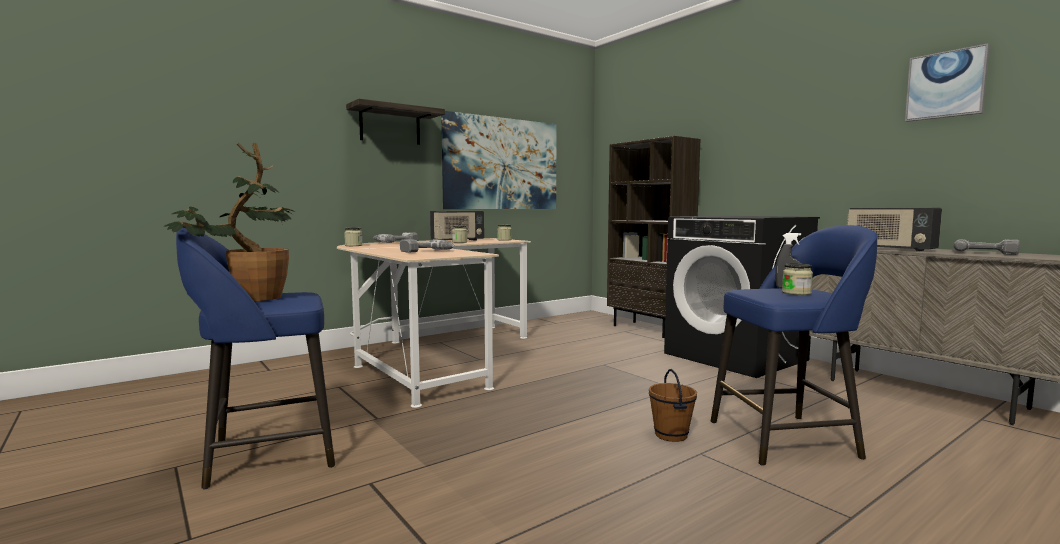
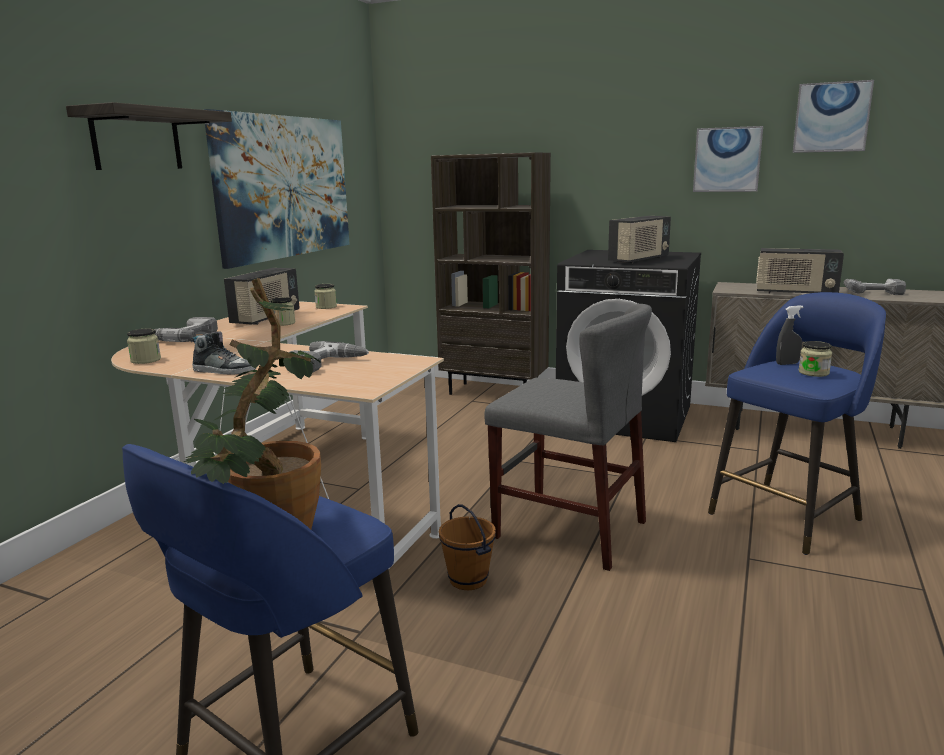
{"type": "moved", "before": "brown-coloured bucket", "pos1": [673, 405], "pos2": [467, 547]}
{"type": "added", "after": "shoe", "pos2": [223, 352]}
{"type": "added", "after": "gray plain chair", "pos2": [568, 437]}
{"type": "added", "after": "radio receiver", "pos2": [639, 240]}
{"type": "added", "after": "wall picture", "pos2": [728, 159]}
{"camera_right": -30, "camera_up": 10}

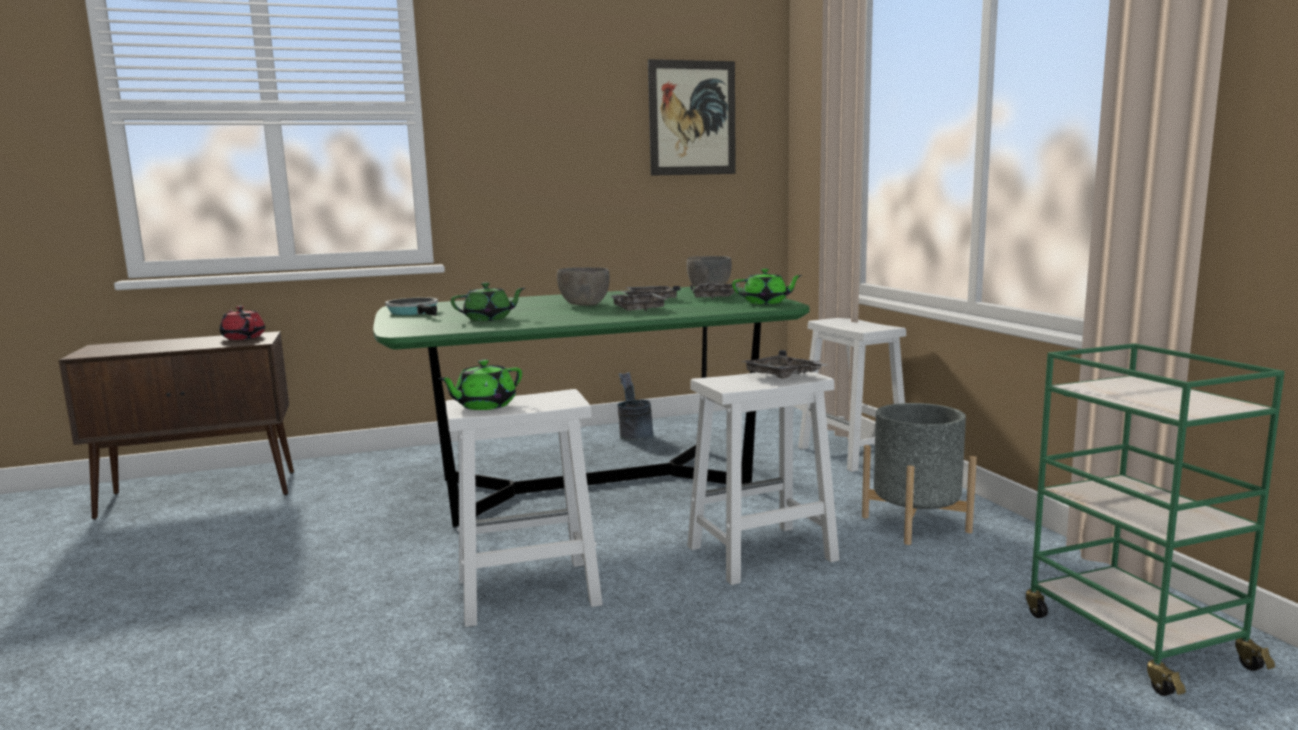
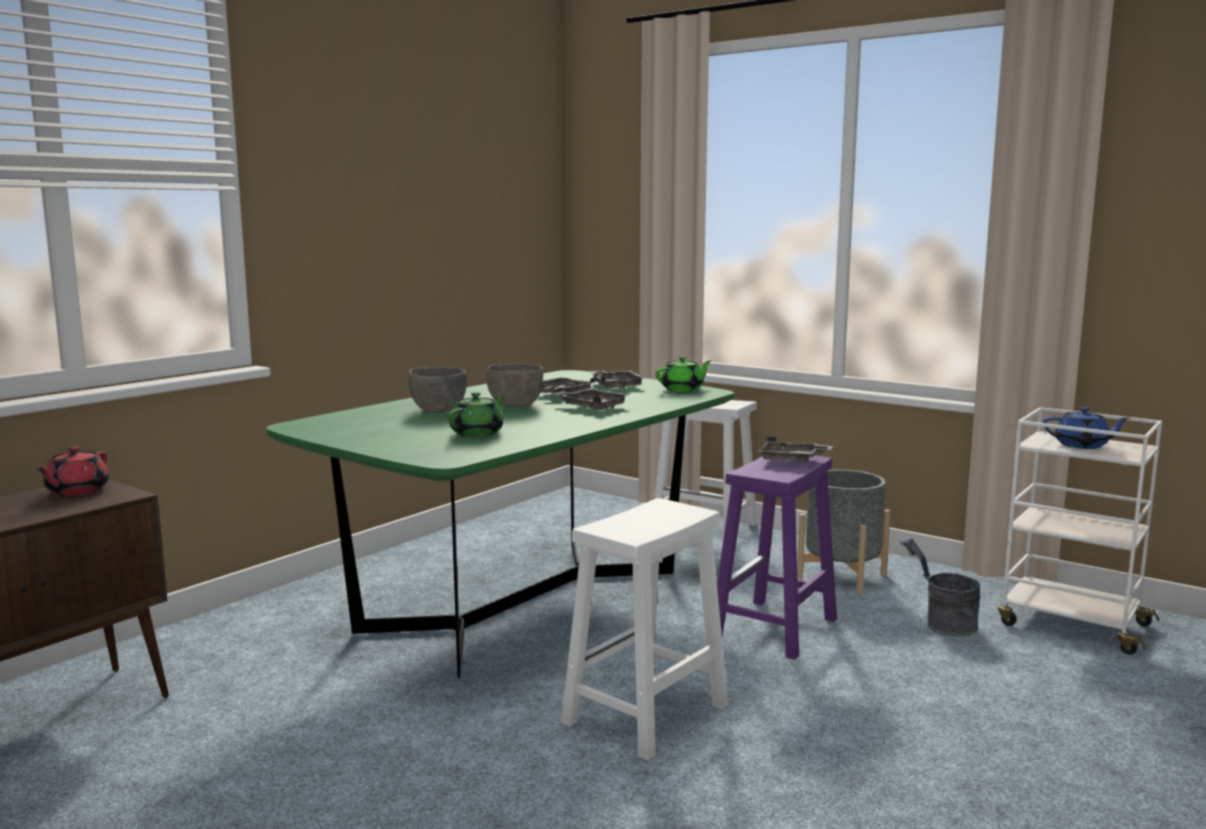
{"type": "turned", "before": "red tea pot", "pos1": [242, 323], "pos2": [73, 471], "turn": -90}
{"type": "removed", "before": "frying pan", "pos1": [411, 306]}
{"type": "removed", "before": "green tea pot", "pos1": [480, 384]}
{"type": "moved", "before": "gray bucket", "pos1": [635, 406], "pos2": [940, 586]}
{"type": "removed", "before": "wall picture", "pos1": [692, 117]}
{"type": "moved", "before": "gray deep dish", "pos1": [709, 271], "pos2": [437, 389]}
{"type": "recoloured", "before": "white sitting stool", "after": "purple-coloured sitting stool", "pos1": [763, 478], "pos2": [777, 557]}
{"type": "recoloured", "before": "green cart", "after": "white cart", "pos1": [1155, 519], "pos2": [1080, 530]}
{"type": "added", "after": "blue-coloured tea pot", "pos2": [1086, 428]}
{"camera_right": -35, "camera_up": 0}

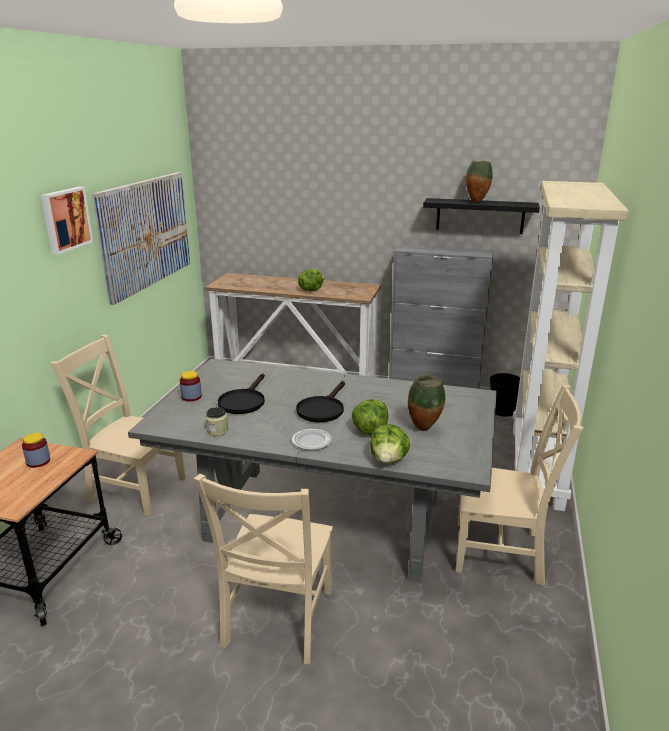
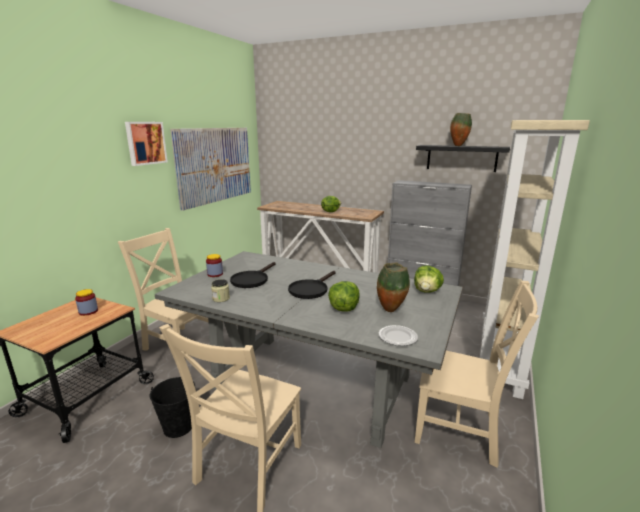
{"type": "moved", "before": "dinner plate", "pos1": [312, 439], "pos2": [398, 335]}
{"type": "moved", "before": "head of lettuce", "pos1": [390, 444], "pos2": [429, 279]}
{"type": "moved", "before": "blackish bucket", "pos1": [505, 395], "pos2": [172, 407]}
{"camera_right": 10, "camera_up": -5}

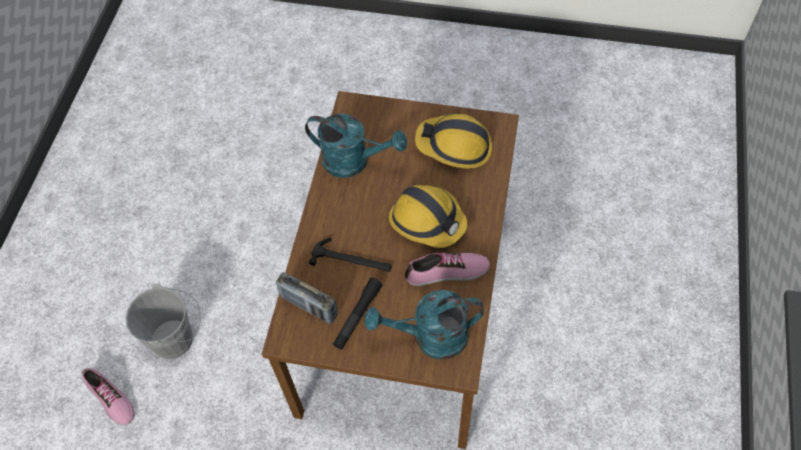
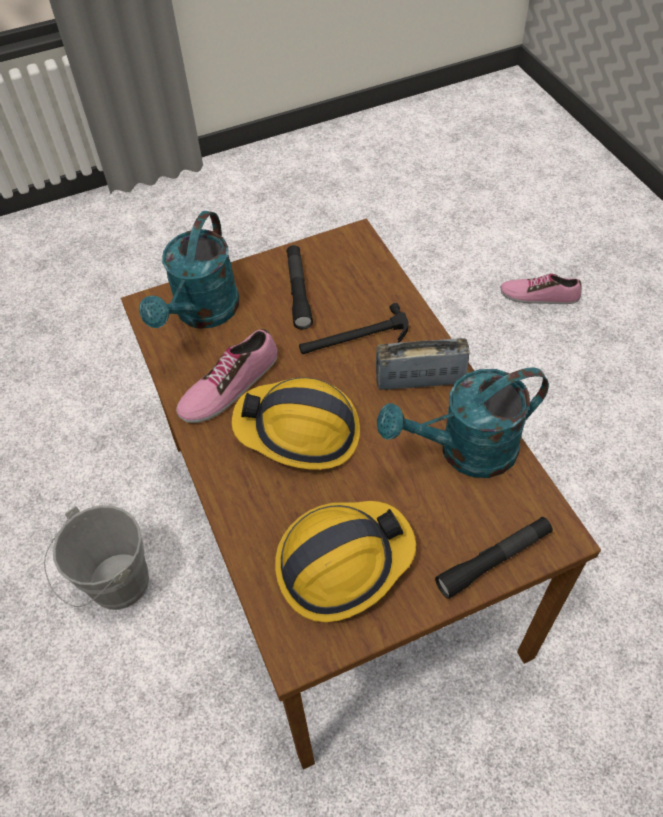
{"type": "moved", "before": "gray bucket", "pos1": [163, 321], "pos2": [96, 557]}
{"type": "moved", "before": "radio receiver", "pos1": [307, 298], "pos2": [422, 364]}
{"type": "turned", "before": "turquoise watering pot", "pos1": [424, 325], "pos2": [189, 270], "turn": 150}
{"type": "added", "after": "blackish hand torch", "pos2": [494, 558]}
{"camera_right": 145, "camera_up": -5}

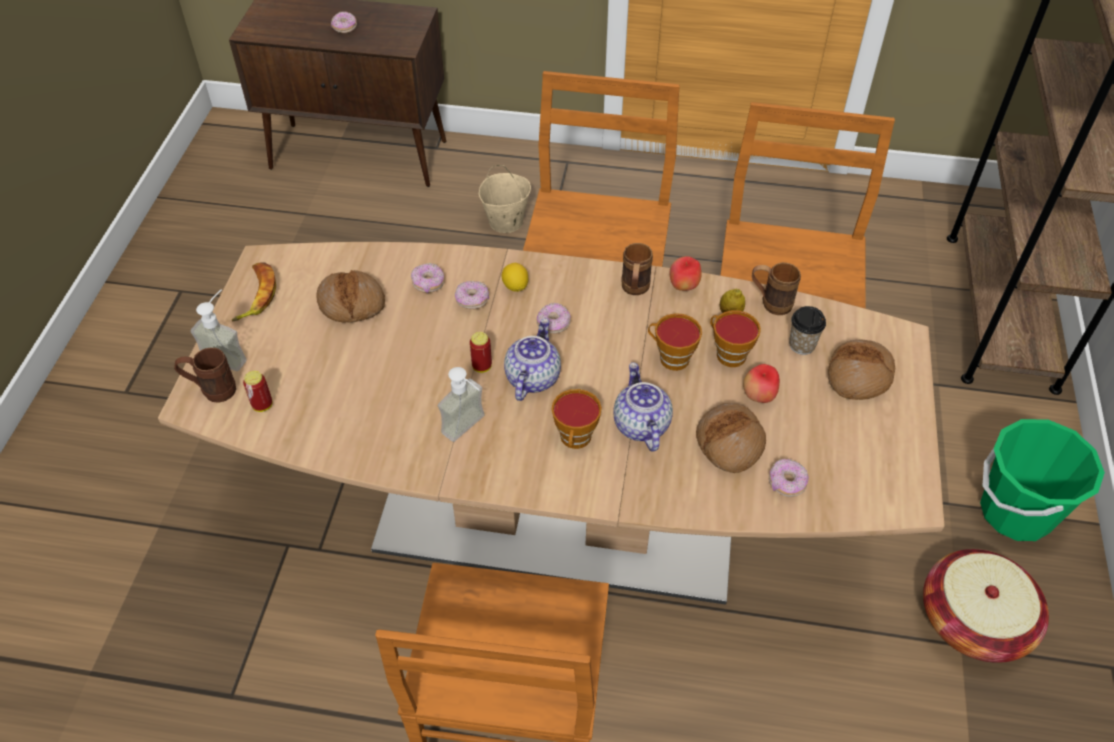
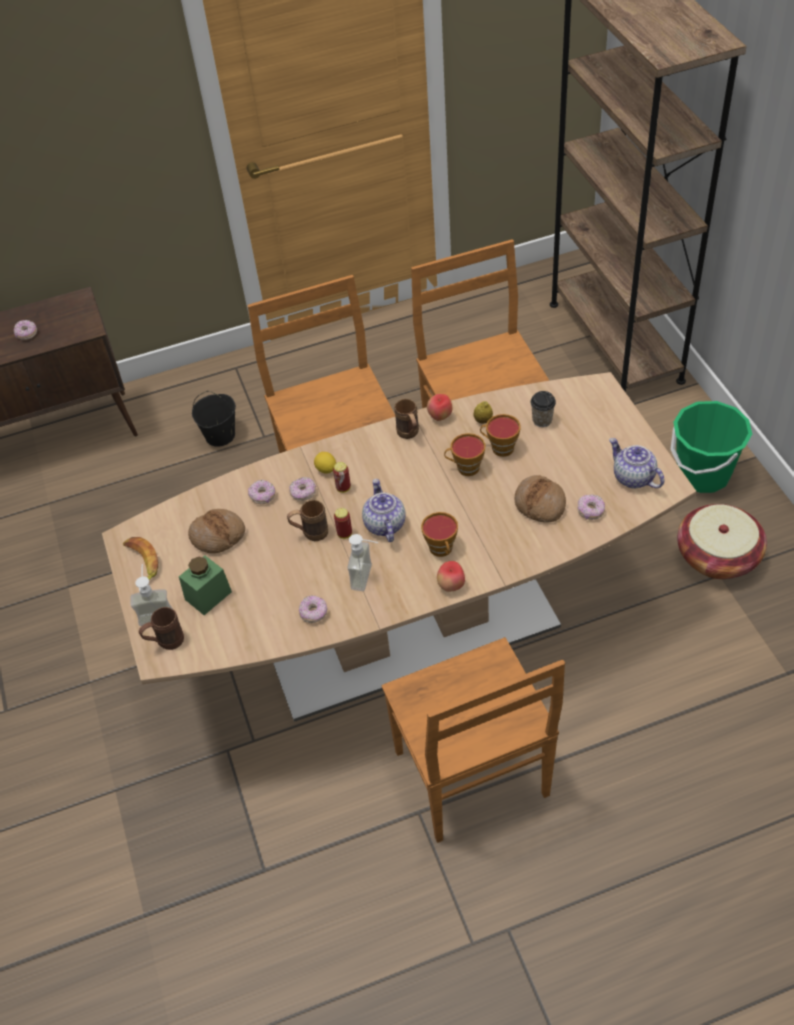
{"type": "moved", "before": "metal can", "pos1": [258, 391], "pos2": [342, 477]}
{"type": "recoloured", "before": "beige-coloured bucket", "after": "blackish bucket", "pos1": [505, 199], "pos2": [214, 419]}
{"type": "moved", "before": "doughnut", "pos1": [554, 318], "pos2": [313, 609]}
{"type": "moved", "before": "tea pot", "pos1": [643, 407], "pos2": [637, 463]}
{"type": "moved", "before": "whole apple", "pos1": [761, 383], "pos2": [451, 576]}
{"type": "moved", "before": "brown-coloured coffee mug", "pos1": [776, 289], "pos2": [307, 520]}
{"type": "removed", "before": "bakery bread", "pos1": [861, 370]}
{"type": "added", "after": "green storage jar", "pos2": [205, 585]}
{"camera_right": -25, "camera_up": 0}

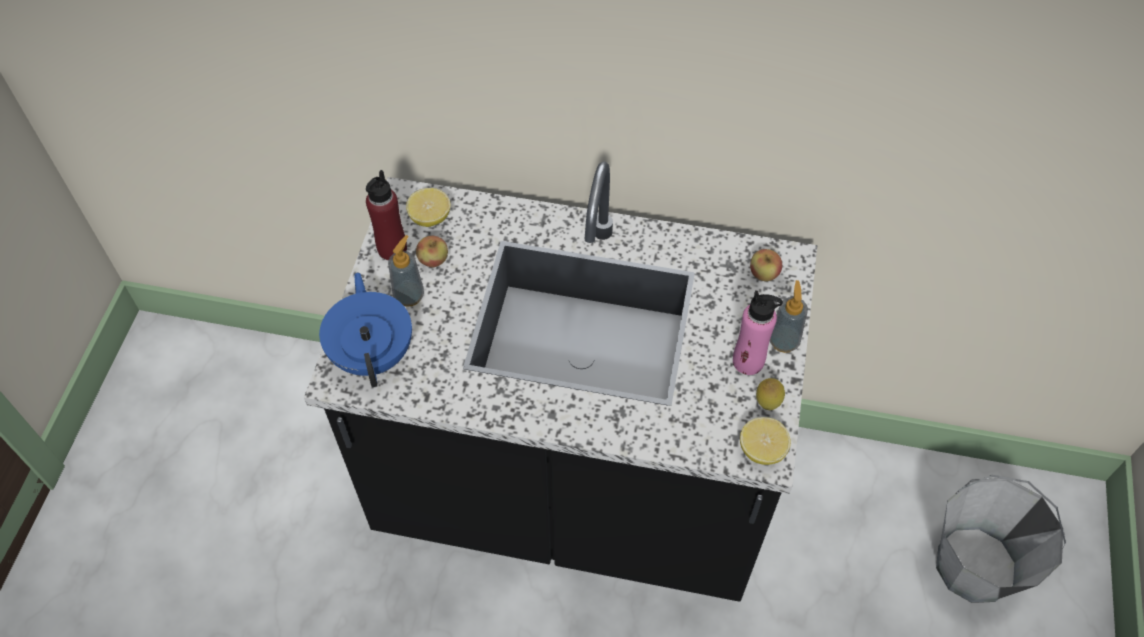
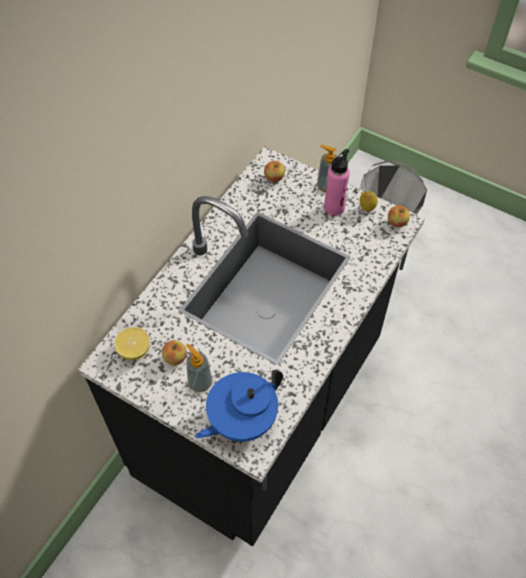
{"type": "turned", "before": "blue-coloured tea pot", "pos1": [365, 329], "pos2": [239, 406], "turn": -45}
{"type": "removed", "before": "red drink bottle", "pos1": [386, 215]}
{"type": "replaced", "before": "lemon", "after": "whole apple", "pos1": [765, 441], "pos2": [399, 216]}
{"camera_right": -70, "camera_up": 0}

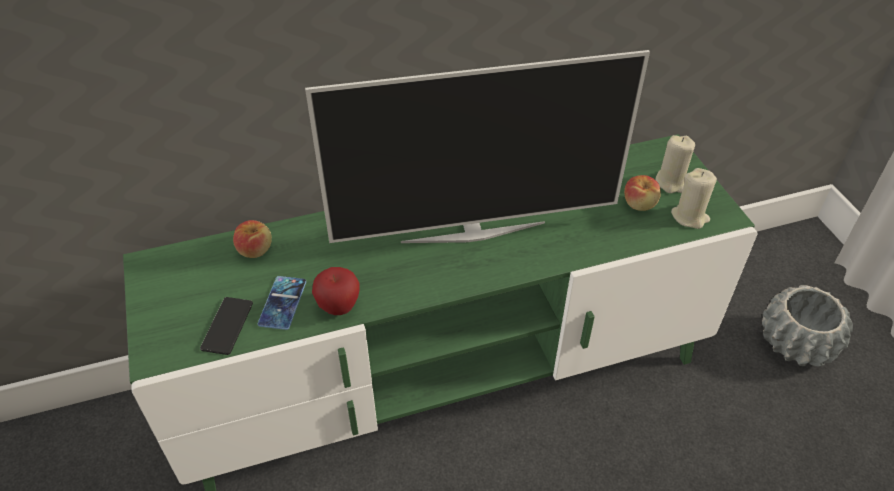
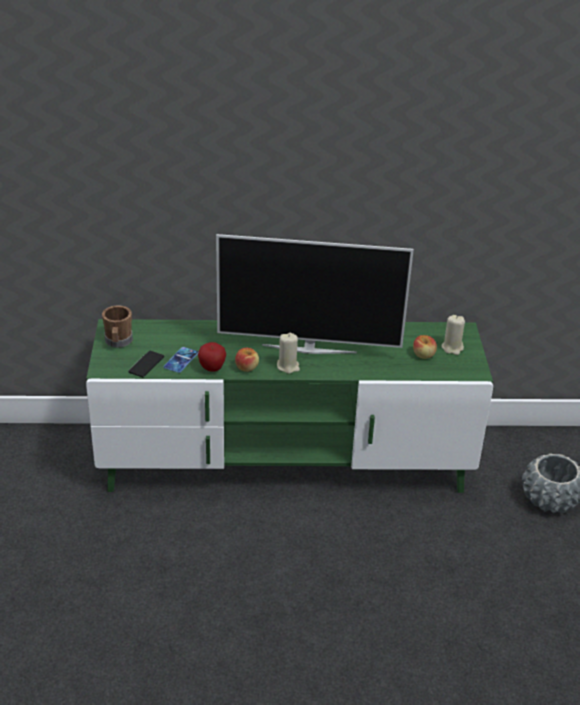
{"type": "moved", "before": "whole apple", "pos1": [252, 239], "pos2": [247, 360]}
{"type": "moved", "before": "beige-coloured wax light", "pos1": [694, 198], "pos2": [288, 353]}
{"type": "added", "after": "brown-coloured coffee mug", "pos2": [117, 326]}
{"camera_right": 15, "camera_up": -10}

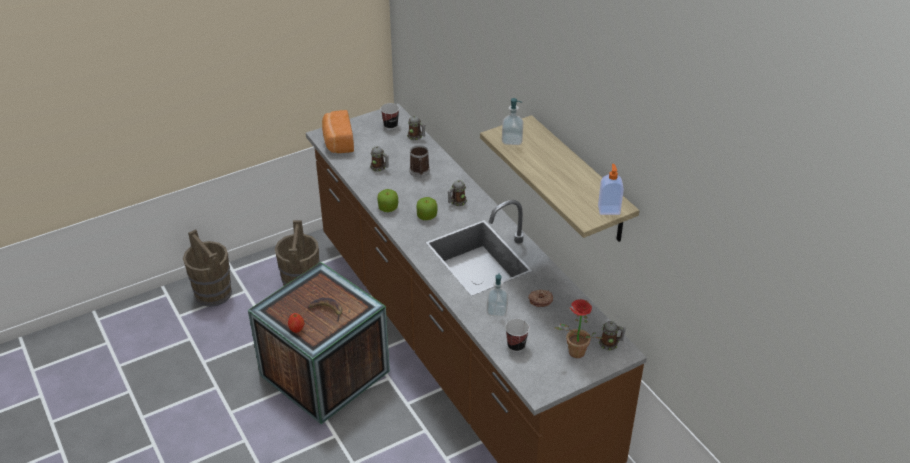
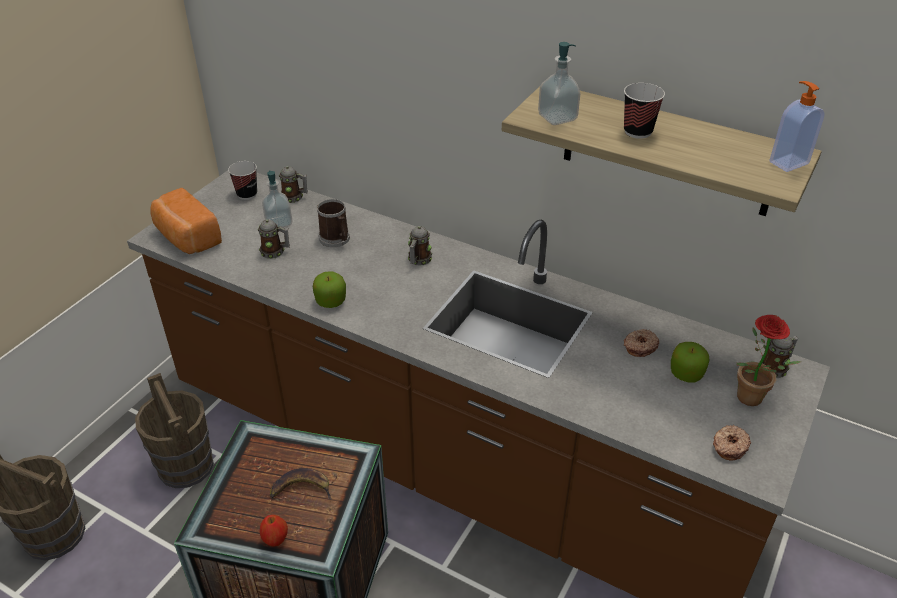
{"type": "moved", "before": "whole apple", "pos1": [427, 208], "pos2": [690, 362]}
{"type": "moved", "before": "soap dispenser", "pos1": [497, 295], "pos2": [277, 199]}
{"type": "moved", "before": "small cup", "pos1": [517, 335], "pos2": [644, 111]}
{"type": "added", "after": "doughnut", "pos2": [732, 442]}
{"camera_right": -30, "camera_up": 0}

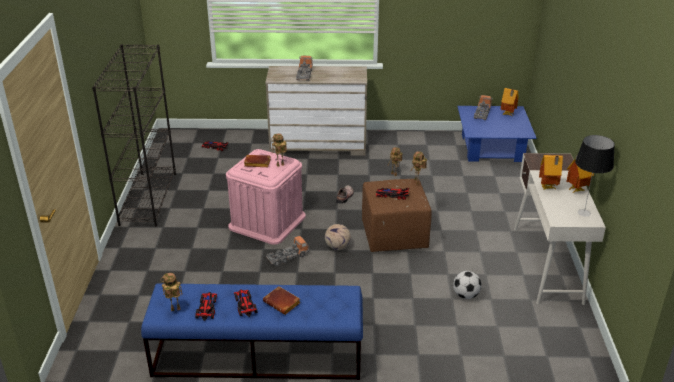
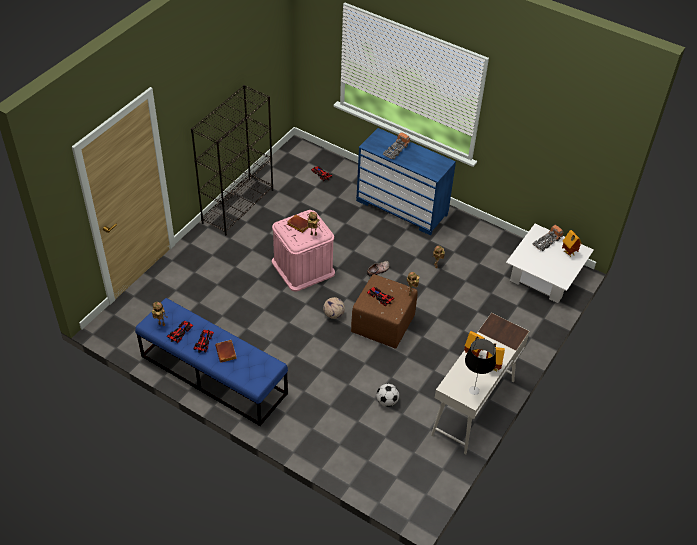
{"type": "recoloured", "before": "beige-coloured dresser", "after": "blue-coloured dresser", "pos1": [316, 111], "pos2": [406, 182]}
{"type": "removed", "before": "model truck", "pos1": [288, 251]}
{"type": "recoloured", "before": "blue-coloured coffee table", "after": "white coffee table", "pos1": [497, 134], "pos2": [550, 263]}
{"camera_right": 30, "camera_up": 15}

